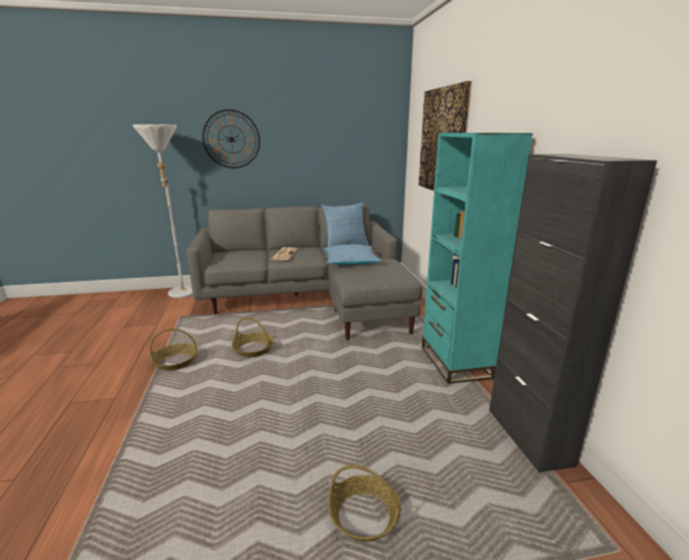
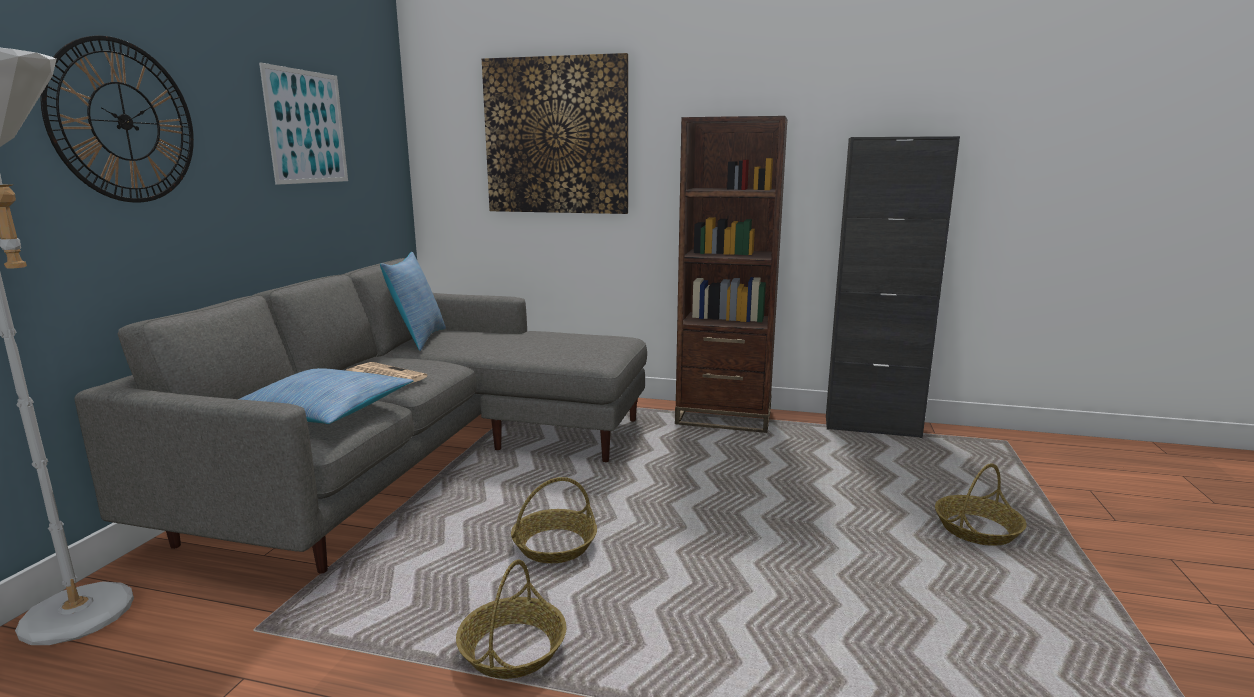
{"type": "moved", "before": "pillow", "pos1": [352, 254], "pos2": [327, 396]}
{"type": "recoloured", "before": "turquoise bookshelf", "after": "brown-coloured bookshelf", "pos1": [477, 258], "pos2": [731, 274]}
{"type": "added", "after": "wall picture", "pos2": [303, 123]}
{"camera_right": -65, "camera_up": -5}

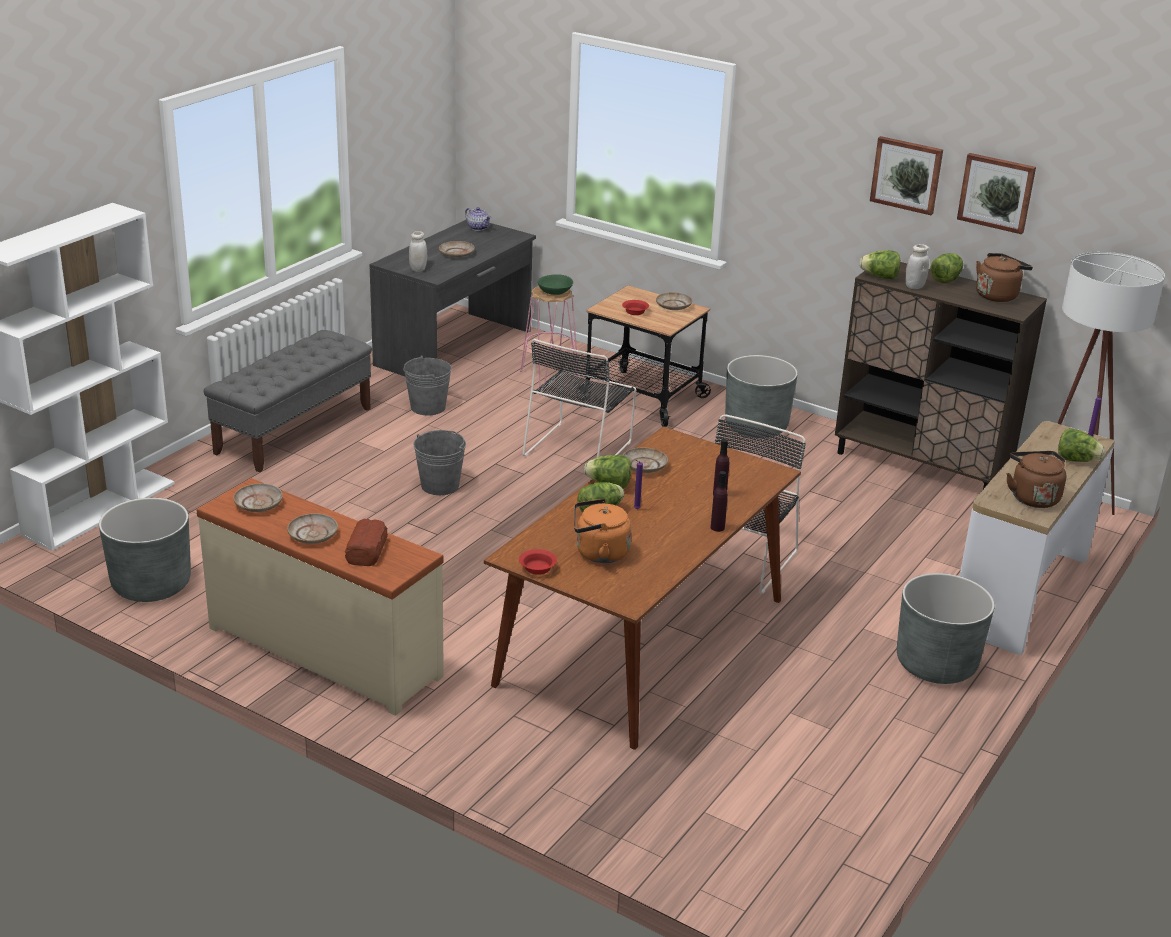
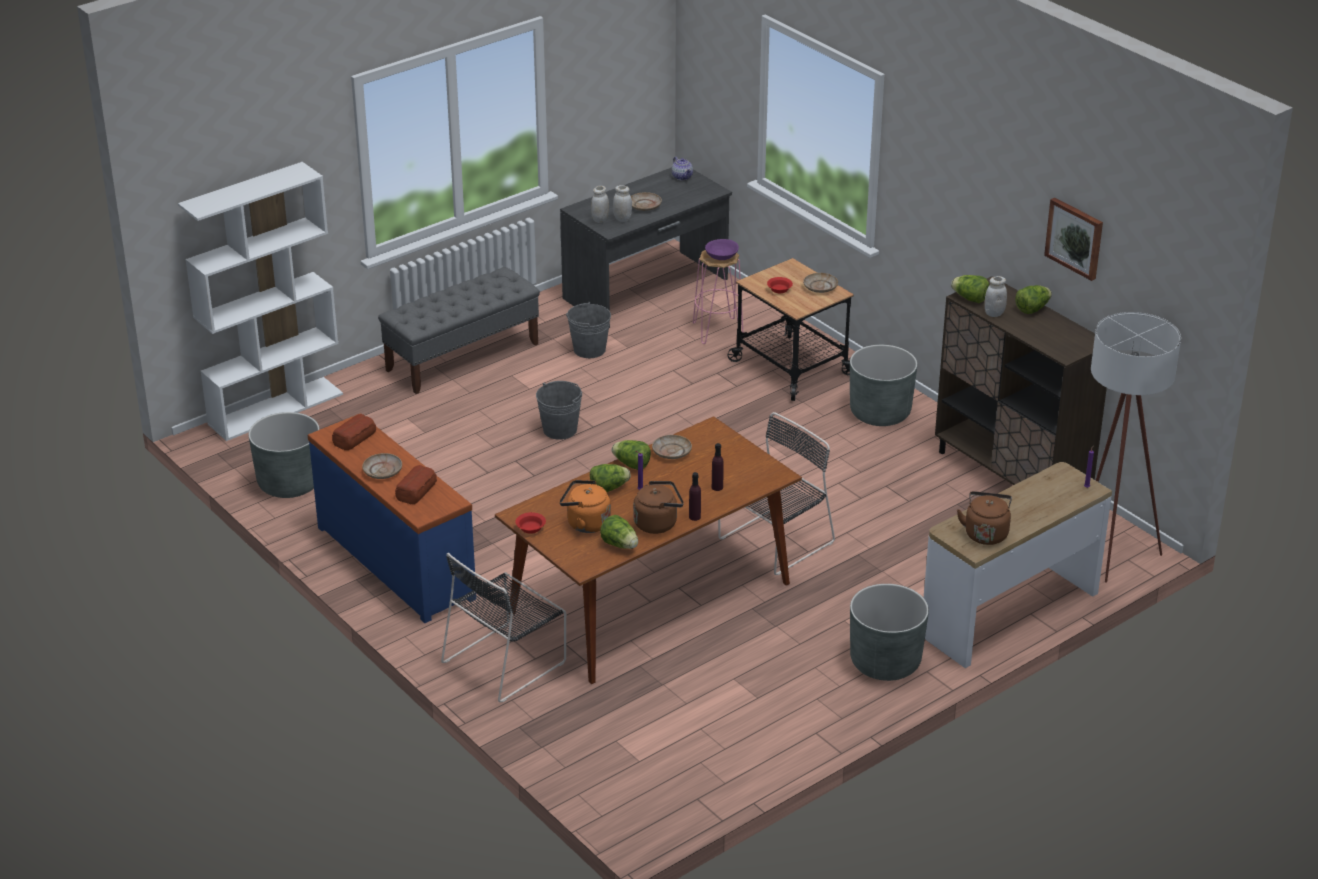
{"type": "recoloured", "before": "beige-coloured dresser", "after": "blue-coloured dresser", "pos1": [320, 597], "pos2": [392, 518]}
{"type": "replaced", "before": "beige-coloured dinner plate", "after": "bakery bread", "pos1": [258, 497], "pos2": [354, 432]}
{"type": "moved", "before": "blackish plain chair", "pos1": [579, 398], "pos2": [503, 627]}
{"type": "recoloured", "before": "green deep dish", "after": "purple-coloured deep dish", "pos1": [555, 284], "pos2": [722, 249]}
{"type": "removed", "before": "wall picture", "pos1": [906, 175]}
{"type": "moved", "before": "brown-coloured kettle", "pos1": [1004, 277], "pos2": [658, 507]}
{"type": "moved", "before": "head of lettuce", "pos1": [1081, 445], "pos2": [619, 532]}
{"type": "added", "after": "white storage jar", "pos2": [622, 203]}
{"camera_right": 20, "camera_up": 5}

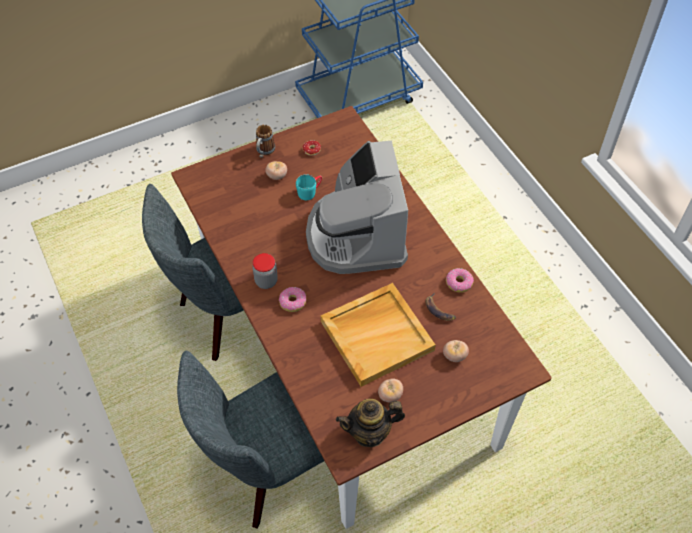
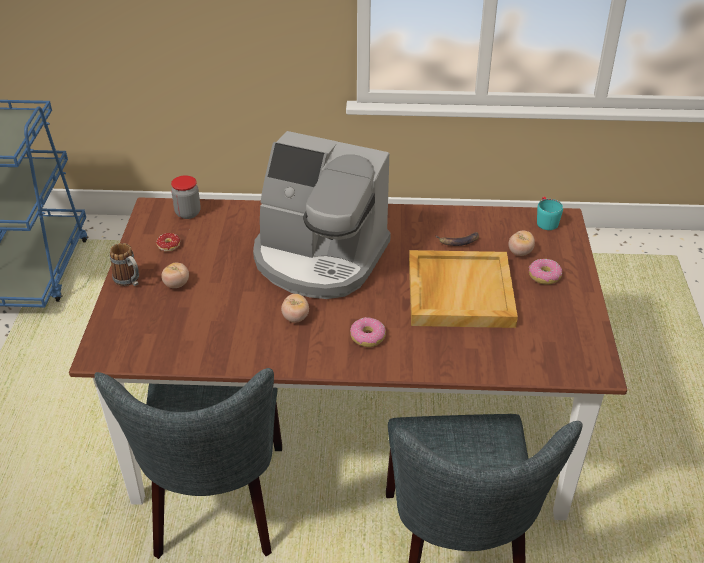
{"type": "moved", "before": "storage jar", "pos1": [265, 271], "pos2": [186, 197]}
{"type": "moved", "before": "turquoise coffee mug", "pos1": [309, 187], "pos2": [550, 213]}
{"type": "removed", "before": "tea pot", "pos1": [370, 423]}
{"type": "moved", "before": "fresh tomato", "pos1": [390, 390], "pos2": [295, 308]}
{"type": "moved", "before": "doughnut", "pos1": [460, 280], "pos2": [545, 272]}
{"camera_right": -60, "camera_up": -15}

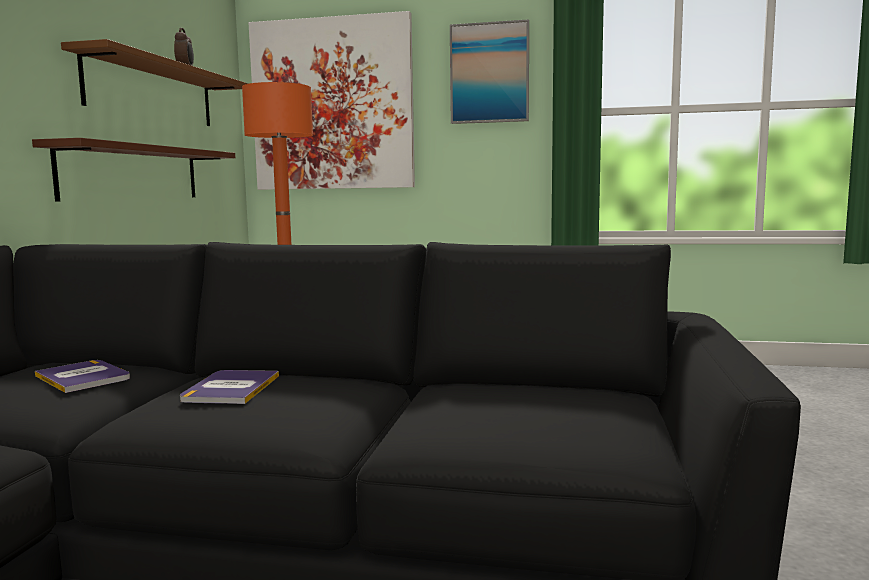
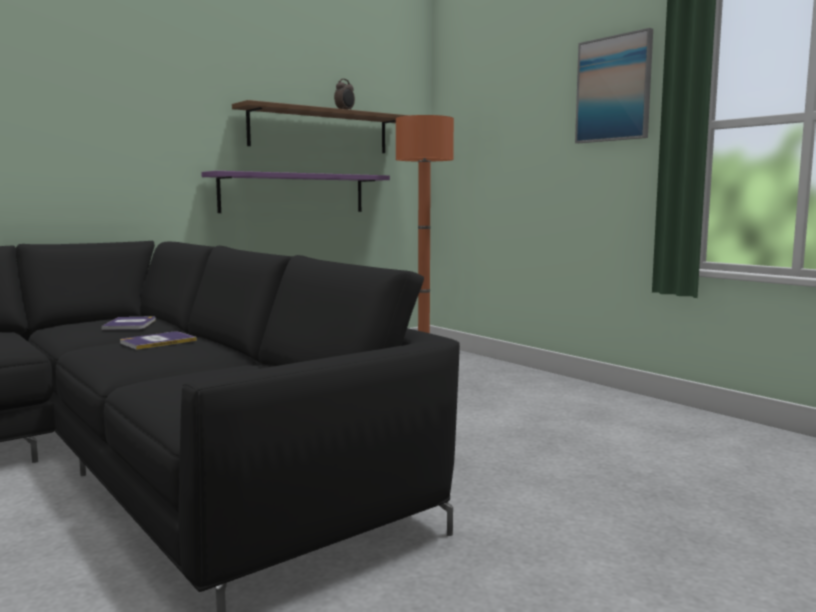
{"type": "recoloured", "before": "brown-coloured bracket shelf", "after": "purple-coloured bracket shelf", "pos1": [133, 170], "pos2": [295, 192]}
{"type": "removed", "before": "wall picture", "pos1": [332, 100]}
{"camera_right": 40, "camera_up": 0}

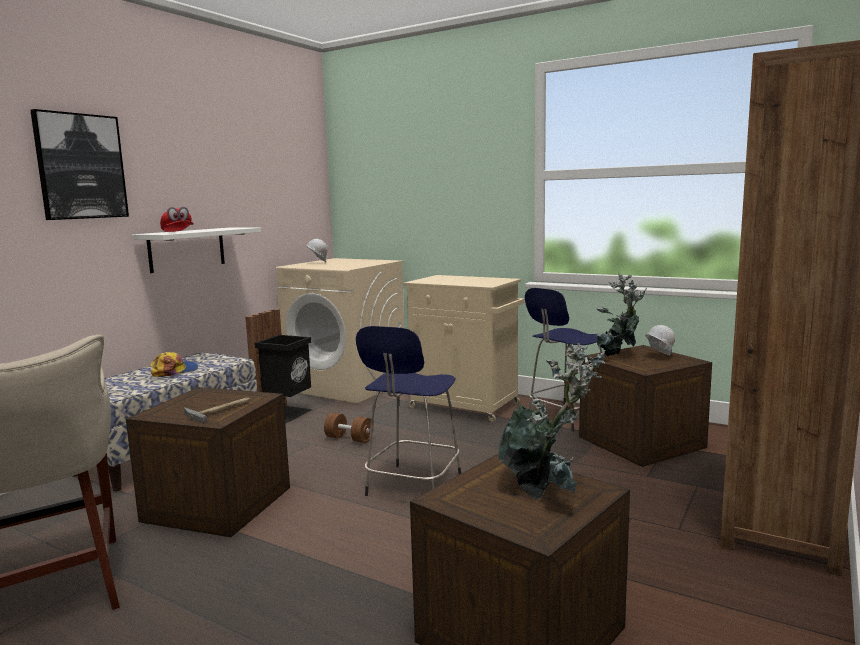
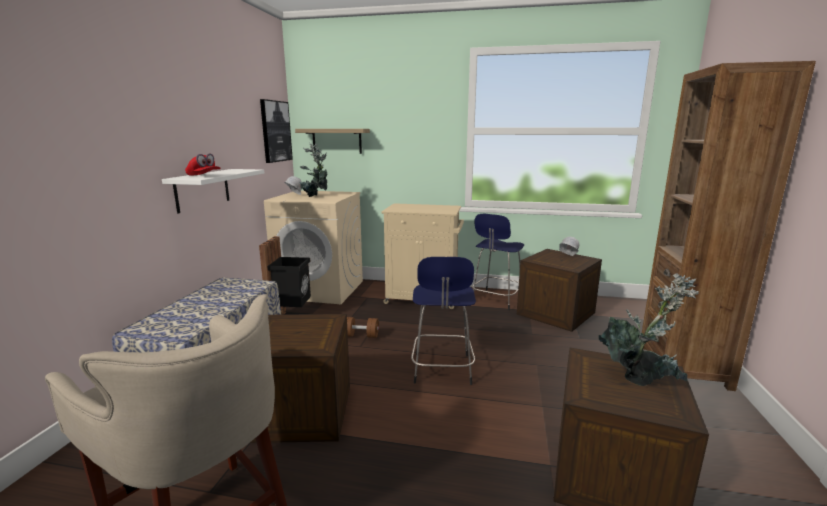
{"type": "moved", "before": "wall picture", "pos1": [79, 164], "pos2": [276, 131]}
{"type": "removed", "before": "baseball cap", "pos1": [174, 364]}
{"type": "removed", "before": "hammer", "pos1": [217, 410]}
{"type": "moved", "before": "potted plant", "pos1": [621, 314], "pos2": [313, 170]}
{"type": "added", "after": "bracket shelf", "pos2": [332, 141]}
{"camera_right": -20, "camera_up": 5}

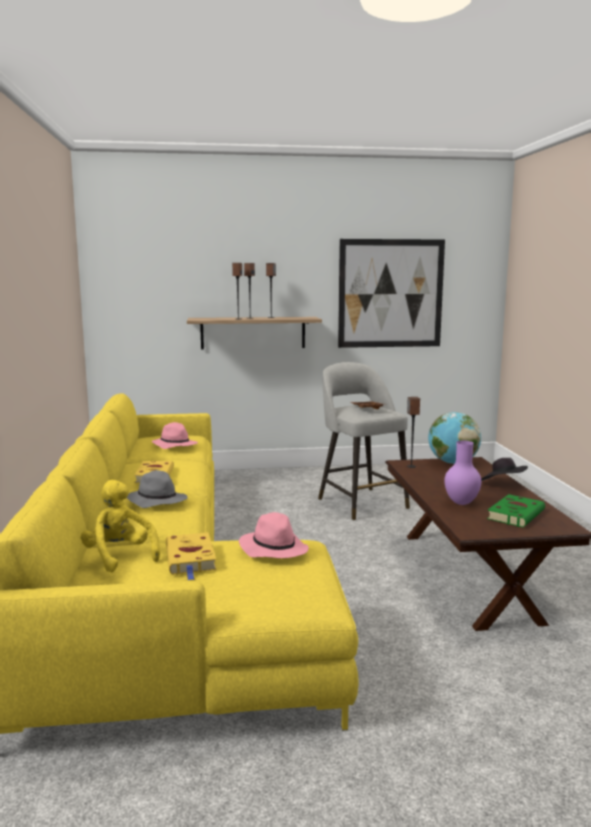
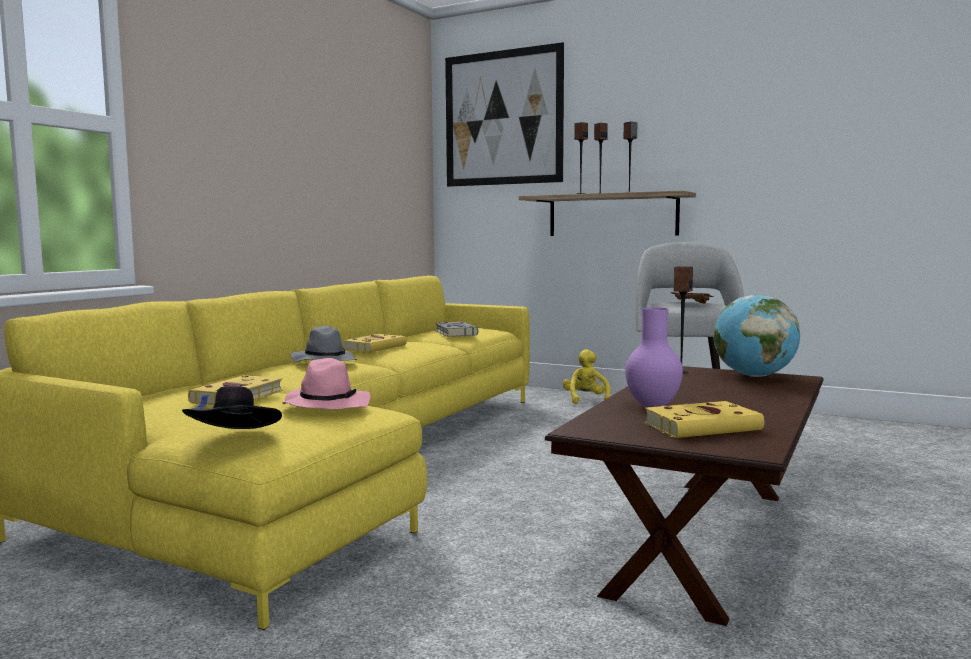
{"type": "moved", "before": "yellowish plush toy", "pos1": [120, 526], "pos2": [587, 376]}
{"type": "replaced", "before": "pink-coloured wearable hat", "after": "gray bound book", "pos1": [175, 435], "pos2": [457, 329]}
{"type": "moved", "before": "wall picture", "pos1": [391, 293], "pos2": [504, 114]}
{"type": "moved", "before": "blackish wearable hat", "pos1": [504, 469], "pos2": [232, 407]}
{"type": "recoloured", "before": "green bound book", "after": "yellowish bound book", "pos1": [516, 511], "pos2": [704, 419]}
{"camera_right": 35, "camera_up": -5}

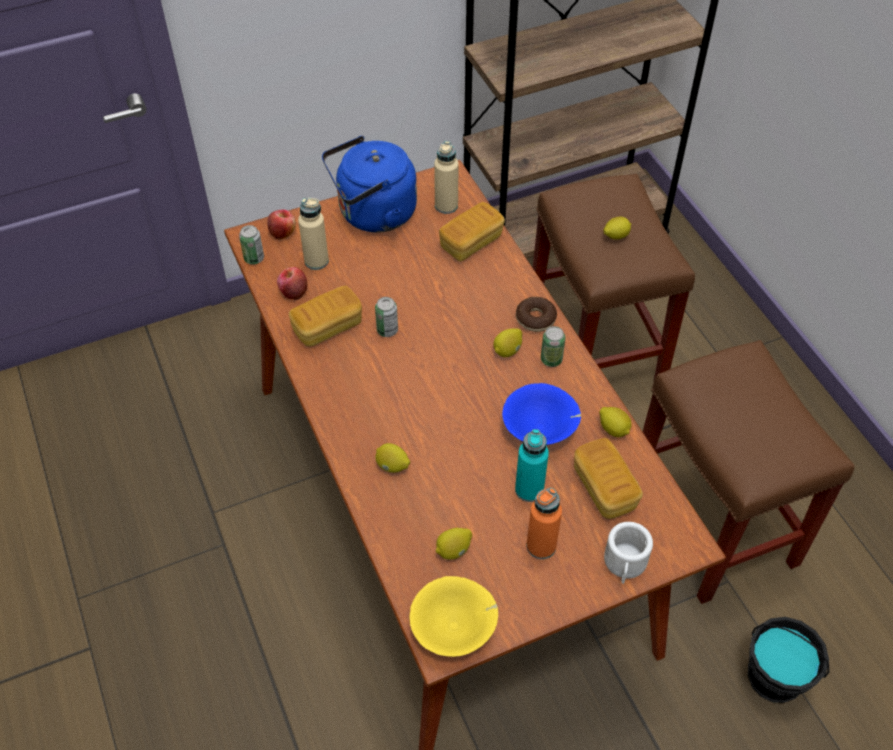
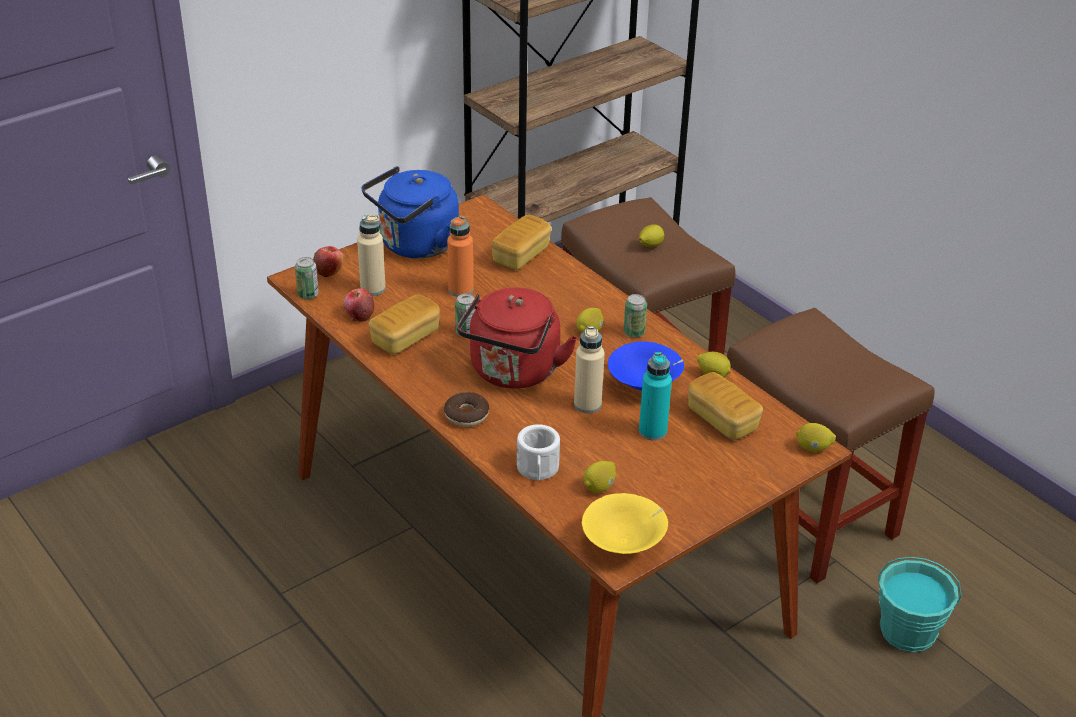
{"type": "moved", "before": "lemon", "pos1": [392, 458], "pos2": [816, 437]}
{"type": "moved", "before": "beige-coloured drink bottle", "pos1": [446, 177], "pos2": [589, 369]}
{"type": "moved", "before": "doughnut", "pos1": [536, 314], "pos2": [466, 409]}
{"type": "moved", "before": "orangey drink bottle", "pos1": [544, 523], "pos2": [460, 256]}
{"type": "moved", "before": "white coffee mug", "pos1": [628, 553], "pos2": [538, 452]}
{"type": "recoloured", "before": "blackish bucket", "after": "turquoise bucket", "pos1": [788, 660], "pos2": [920, 604]}
{"type": "added", "after": "red kettle", "pos2": [517, 338]}
{"camera_right": -15, "camera_up": -15}

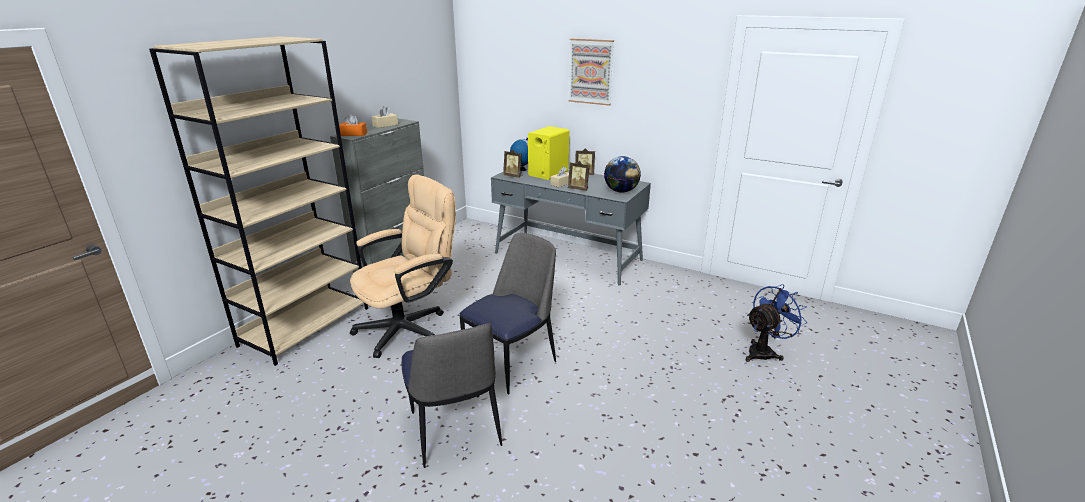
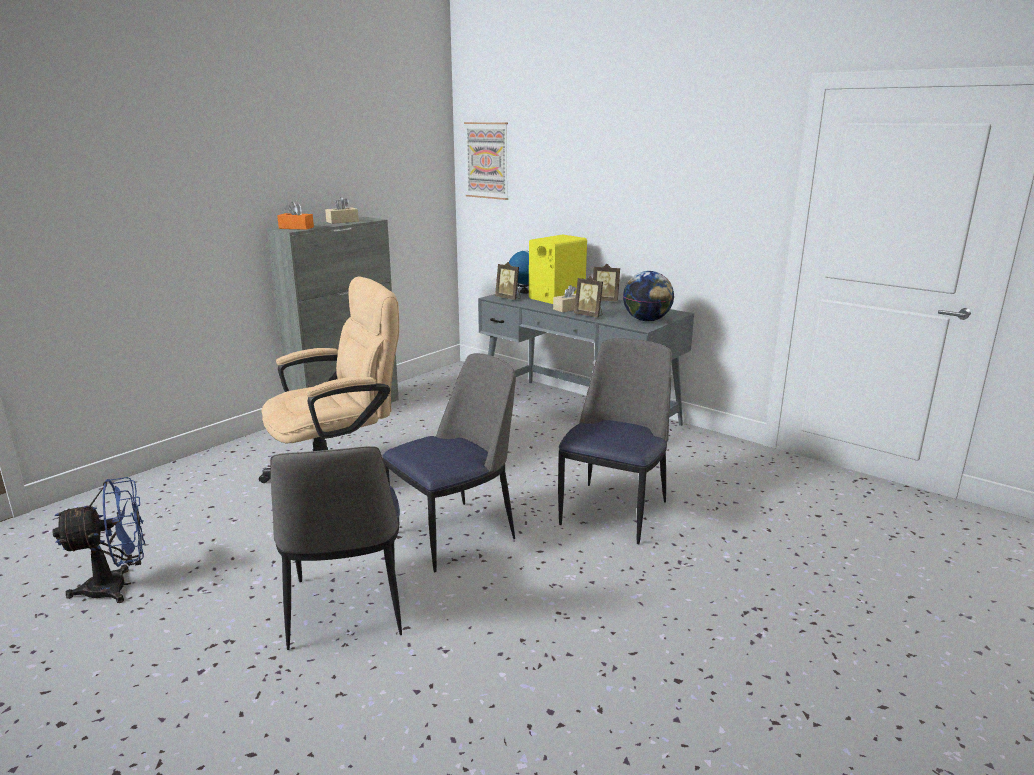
{"type": "removed", "before": "beige-coloured bookshelf", "pos1": [258, 201]}
{"type": "moved", "before": "wall picture", "pos1": [591, 72], "pos2": [486, 161]}
{"type": "moved", "before": "blue-coloured electric fan", "pos1": [776, 323], "pos2": [99, 540]}
{"type": "added", "after": "plain chair", "pos2": [615, 441]}
{"camera_right": 10, "camera_up": -5}

